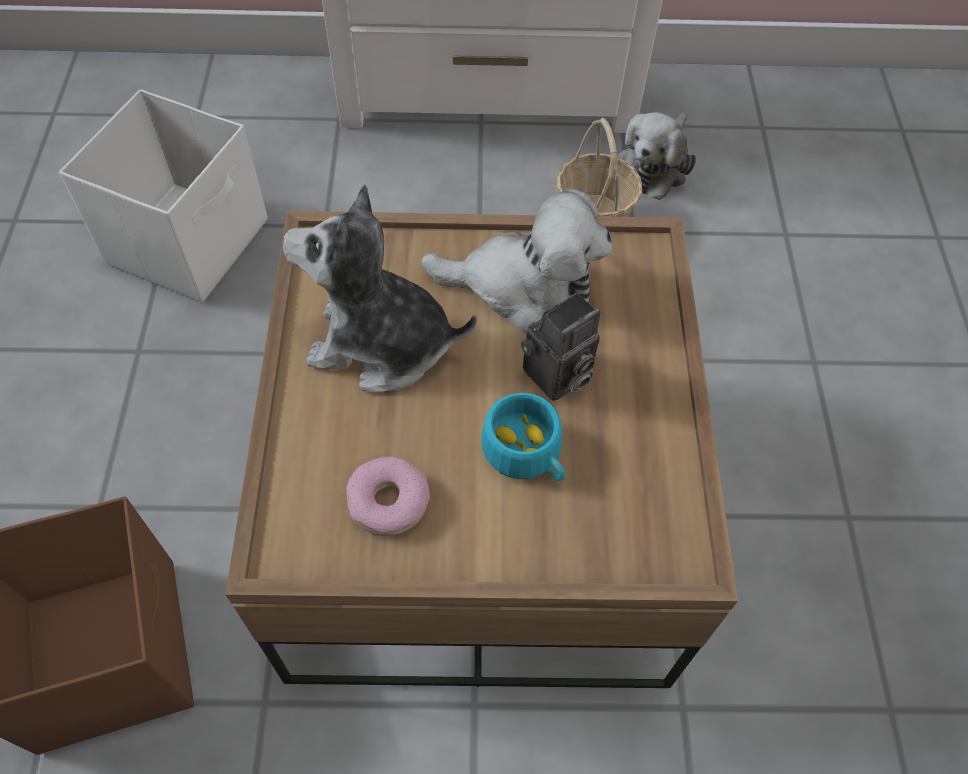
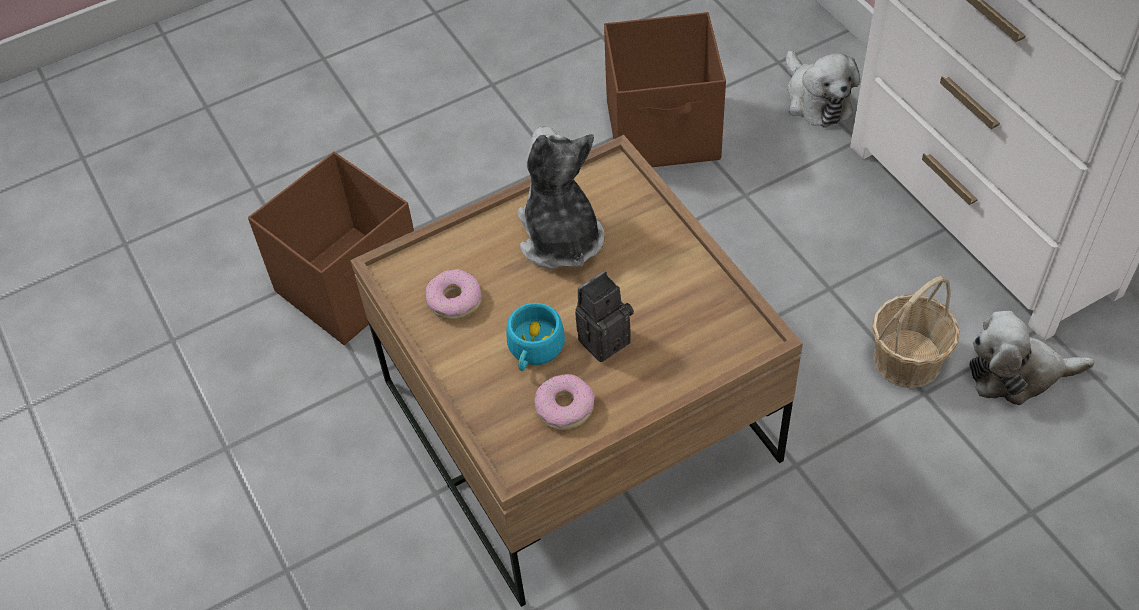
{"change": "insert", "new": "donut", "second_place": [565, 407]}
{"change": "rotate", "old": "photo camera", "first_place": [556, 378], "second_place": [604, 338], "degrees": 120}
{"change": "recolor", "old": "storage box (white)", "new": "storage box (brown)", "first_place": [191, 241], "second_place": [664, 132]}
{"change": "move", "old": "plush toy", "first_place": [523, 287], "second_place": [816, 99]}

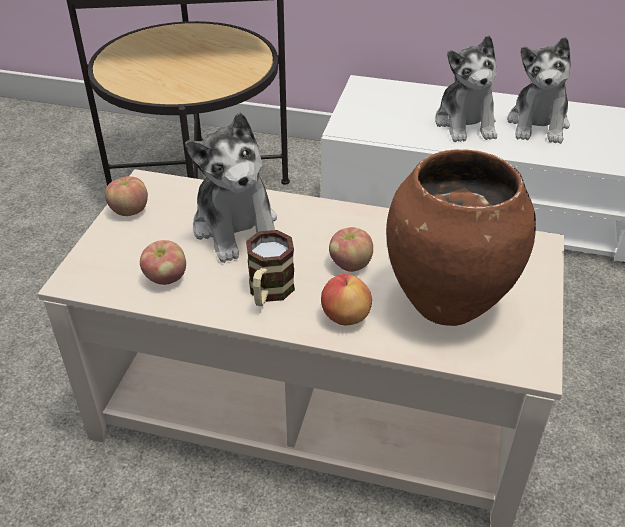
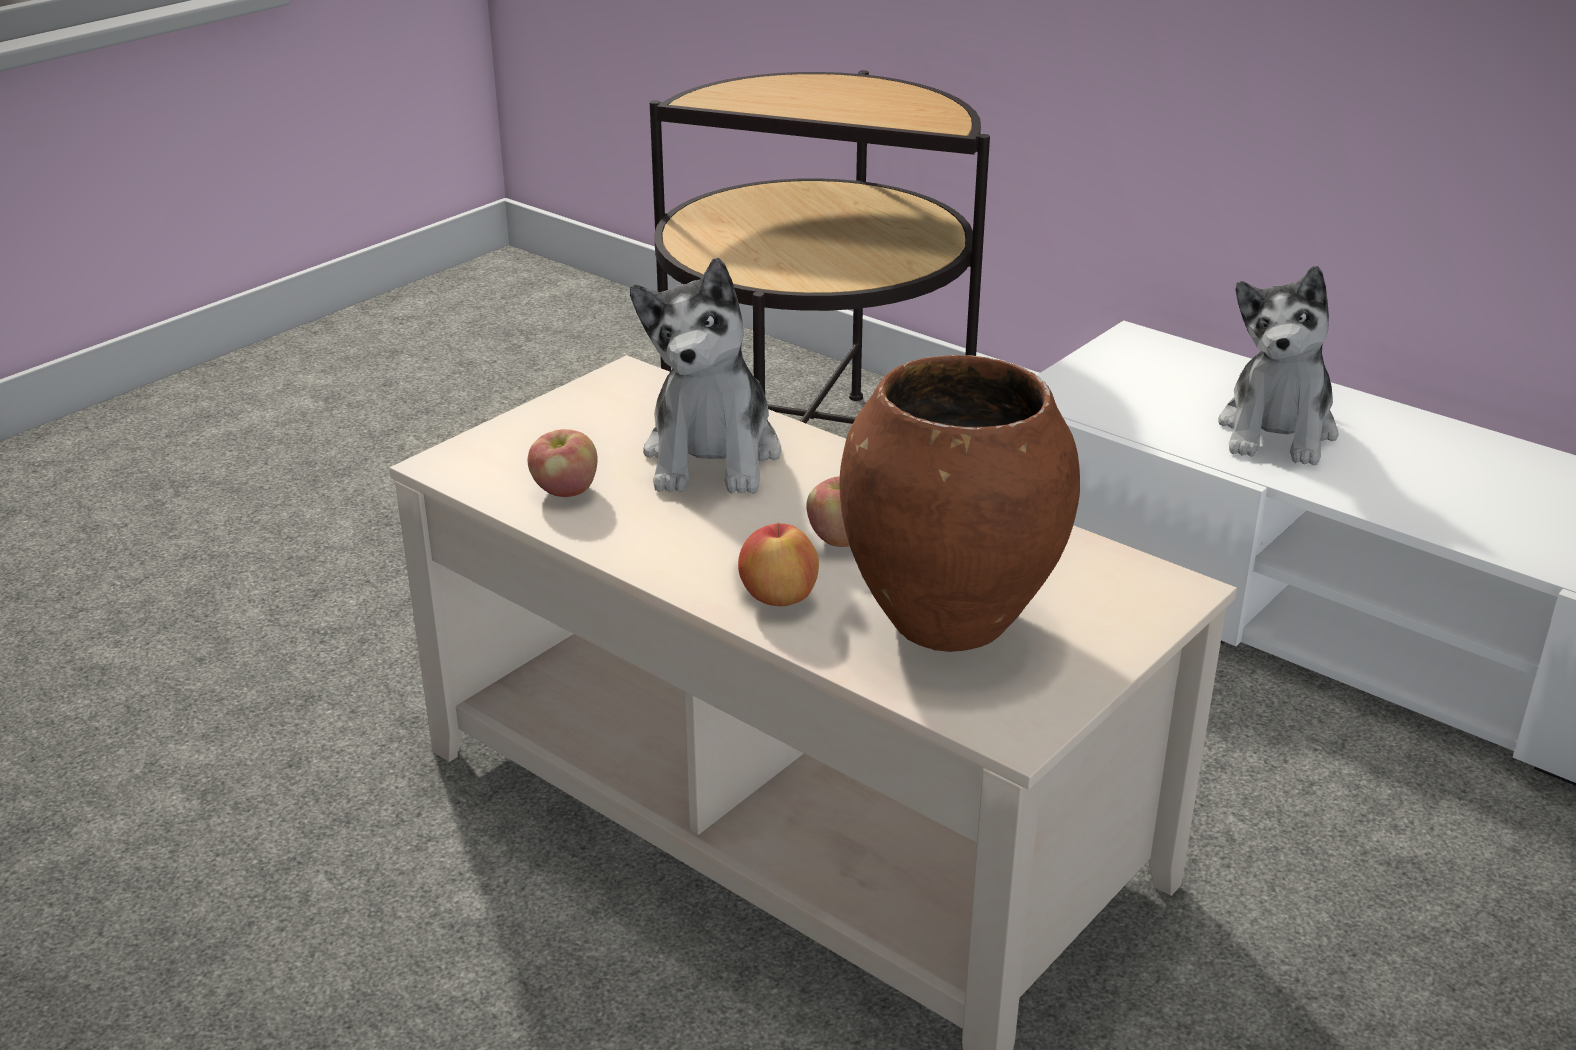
{"change": "delete", "old": "apple", "first_place": [129, 210]}
{"change": "delete", "old": "mug", "first_place": [268, 293]}
{"change": "delete", "old": "plush toy", "first_place": [538, 124]}

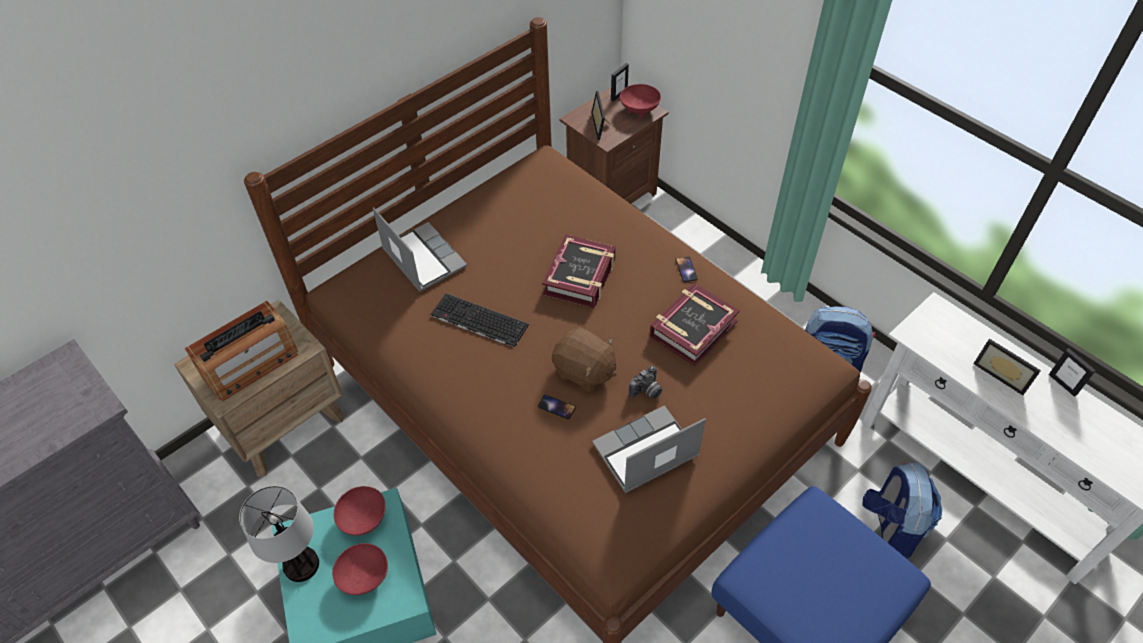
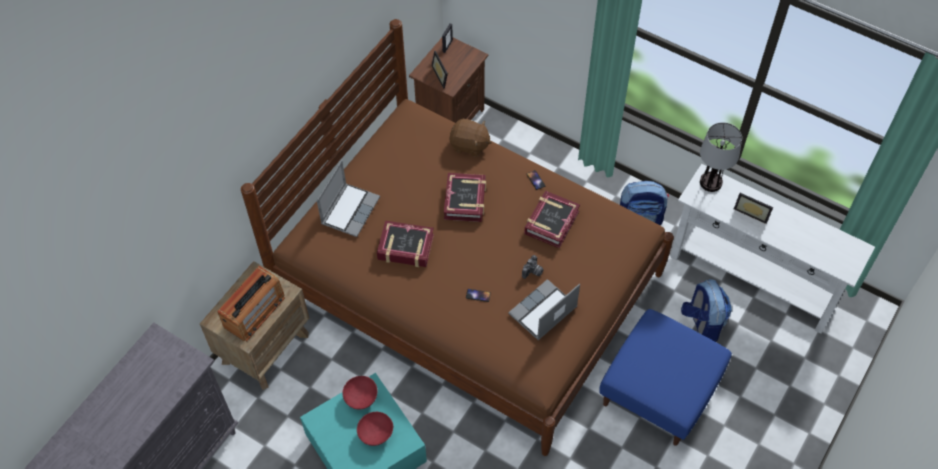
{"change": "rotate", "old": "laptop", "first_place": [422, 258], "second_place": [350, 210], "degrees": 75}
{"change": "replace", "old": "keyboard", "new": "book", "first_place": [477, 321], "second_place": [405, 247]}
{"change": "move", "old": "plush toy (brown)", "first_place": [584, 371], "second_place": [469, 145]}
{"change": "move", "old": "table lamp", "first_place": [301, 566], "second_place": [710, 183]}
{"change": "delete", "old": "bowl (red)", "first_place": [640, 110]}
{"change": "delete", "old": "picture frame", "first_place": [1062, 384]}

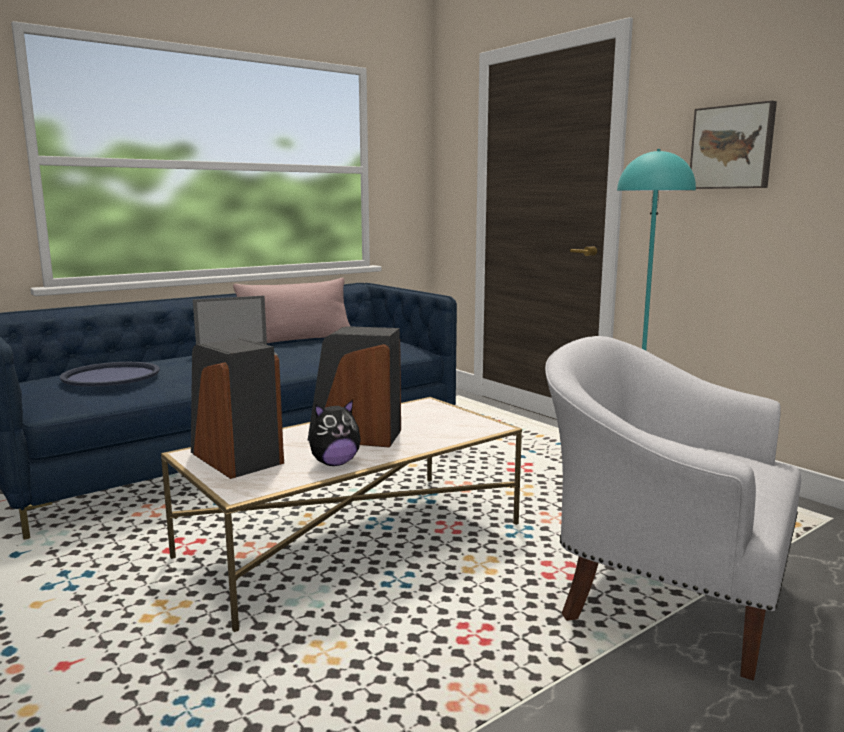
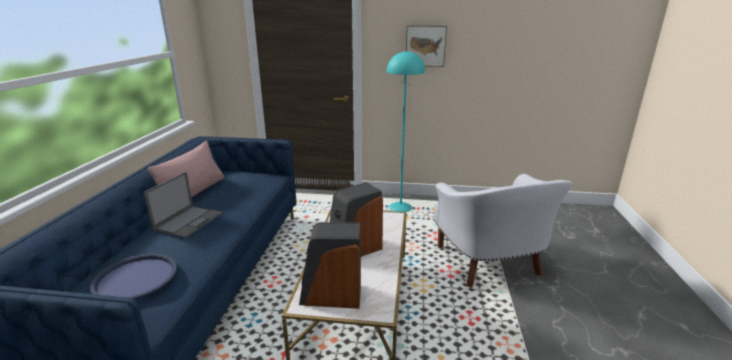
{"change": "rotate", "old": "armchair (white)", "first_place": [661, 595], "second_place": [489, 263], "degrees": -90}
{"change": "delete", "old": "plush toy", "first_place": [334, 463]}

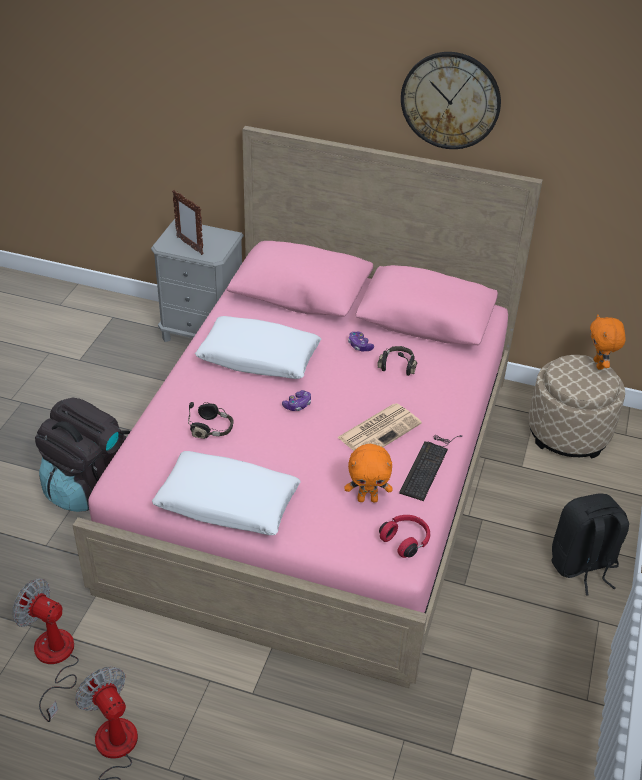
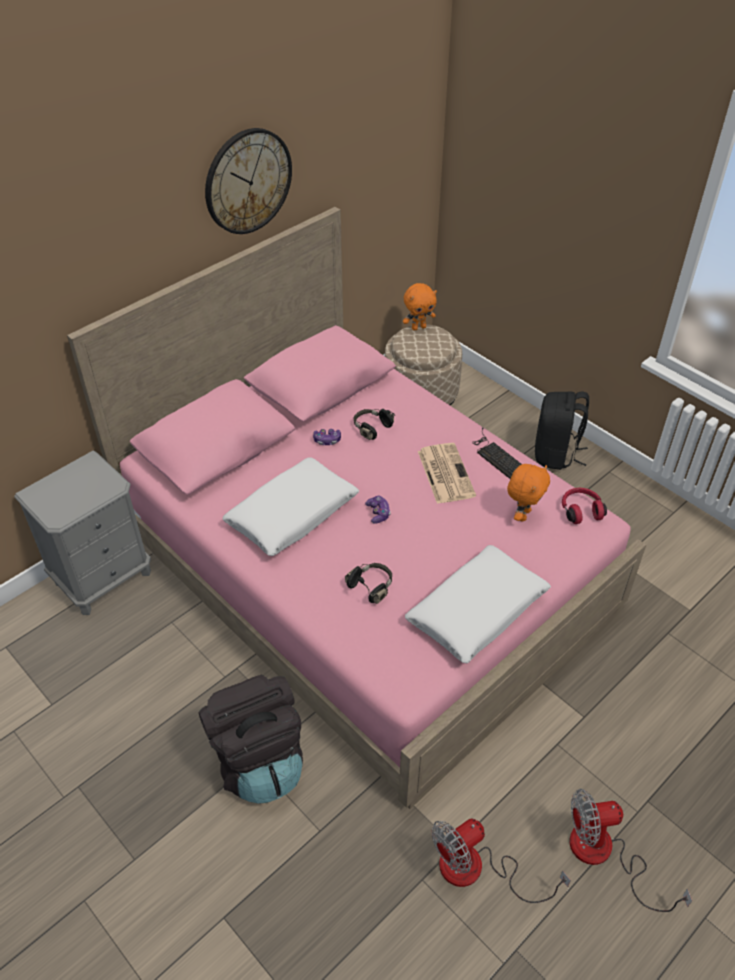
{"change": "rotate", "old": "plush toy (orange)", "first_place": [599, 365], "second_place": [418, 327], "degrees": -45}
{"change": "delete", "old": "picture frame", "first_place": [189, 245]}

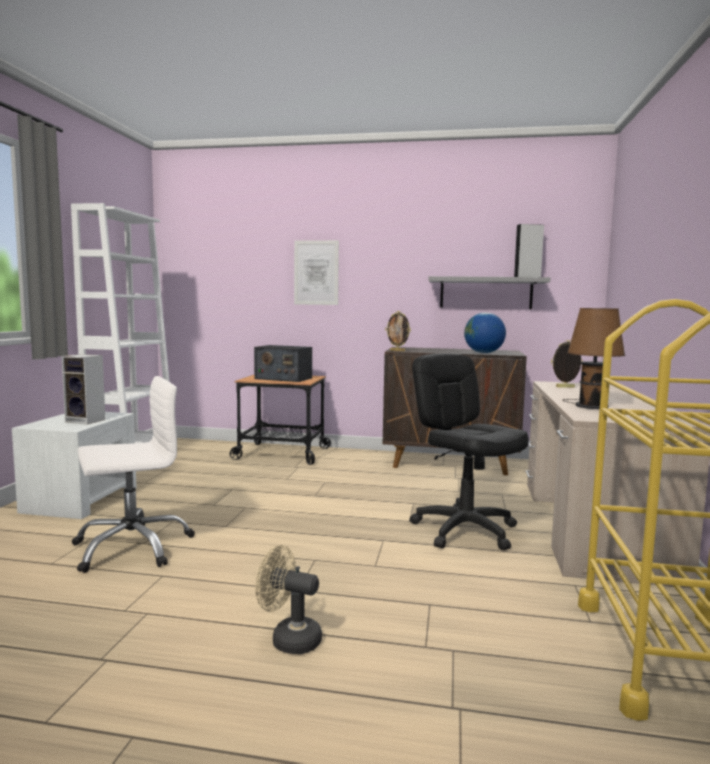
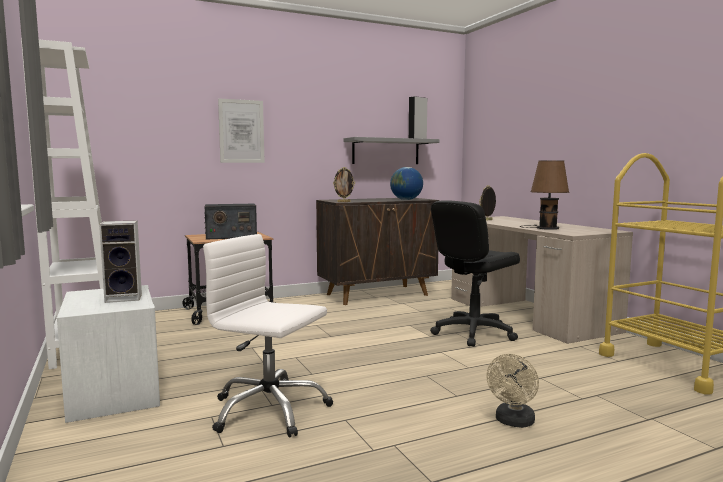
{"change": "rotate", "old": "office chair (white)", "first_place": [132, 547], "second_place": [269, 410], "degrees": -90}
{"change": "rotate", "old": "office chair (black)", "first_place": [465, 530], "second_place": [473, 333], "degrees": -60}
{"change": "rotate", "old": "fan (beige)", "first_place": [289, 639], "second_place": [513, 422], "degrees": -45}

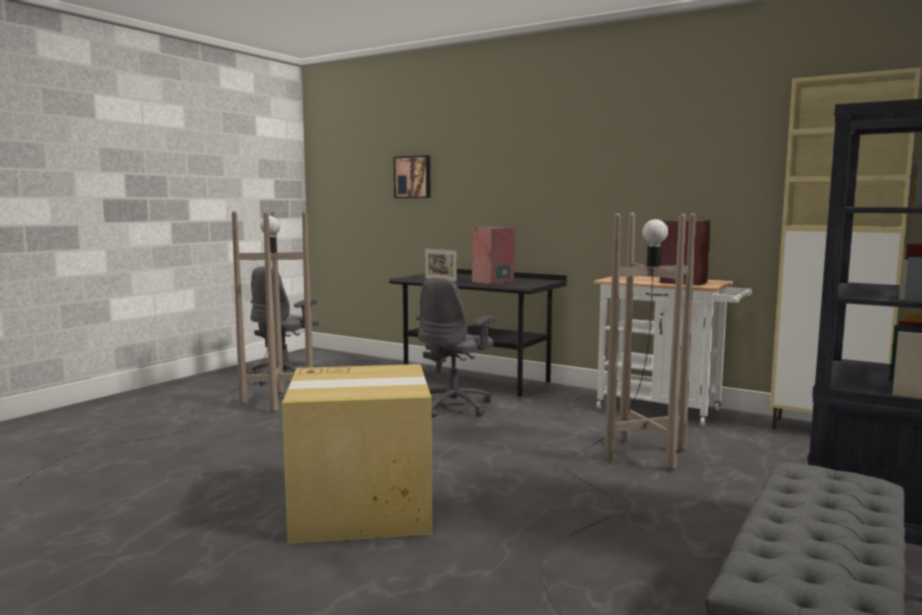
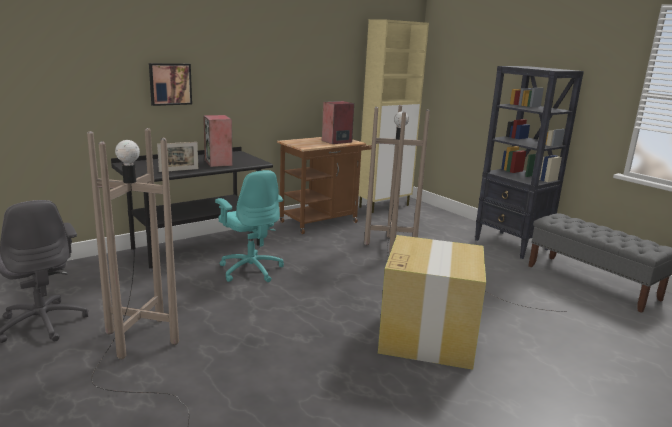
{"change": "move", "old": "picture", "first_place": [413, 177], "second_place": [170, 84]}
{"change": "recolor", "old": "office chair (grey)", "new": "office chair (turquoise)", "first_place": [454, 407], "second_place": [251, 269]}
{"change": "recolor", "old": "cart (white)", "new": "cart (brown)", "first_place": [666, 410], "second_place": [322, 221]}

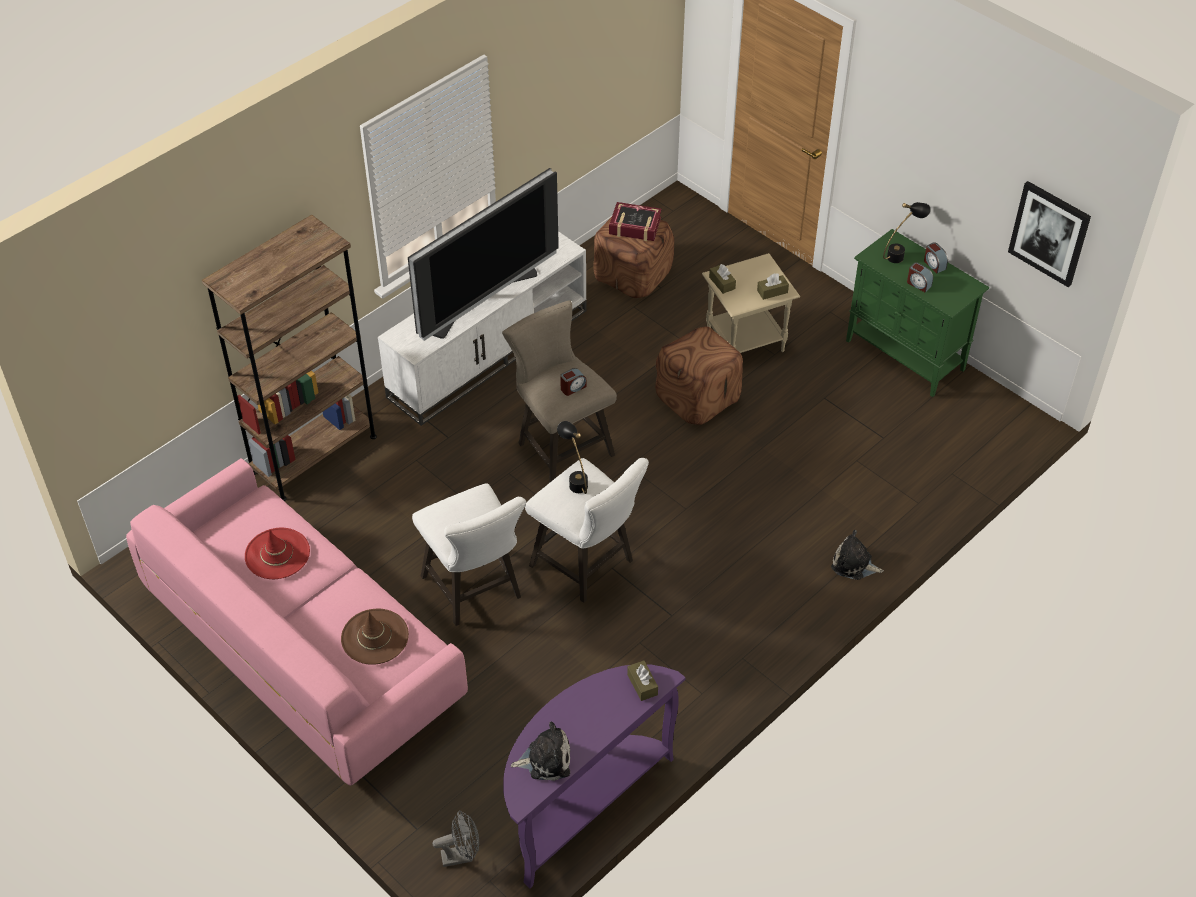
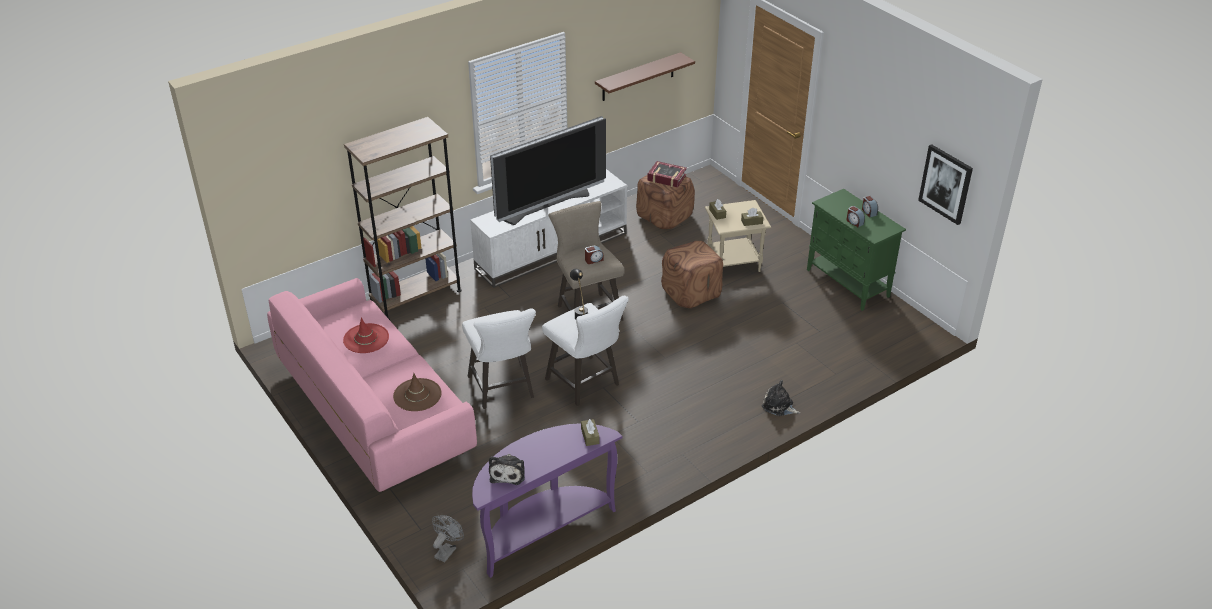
{"change": "rotate", "old": "fan (grey)", "first_place": [461, 855], "second_place": [447, 550], "degrees": -60}
{"change": "rotate", "old": "plush toy", "first_place": [545, 759], "second_place": [508, 472], "degrees": 90}
{"change": "insert", "new": "shelf (brown)", "second_place": [638, 77]}
{"change": "delete", "old": "table lamp (black)", "first_place": [901, 254]}

